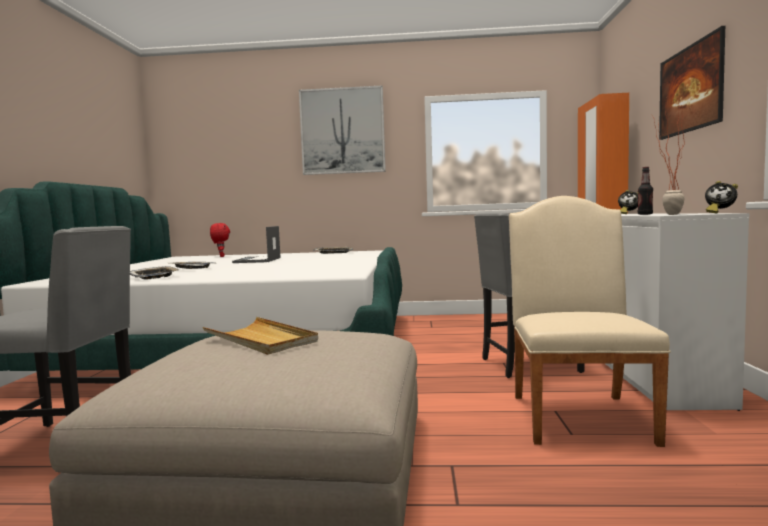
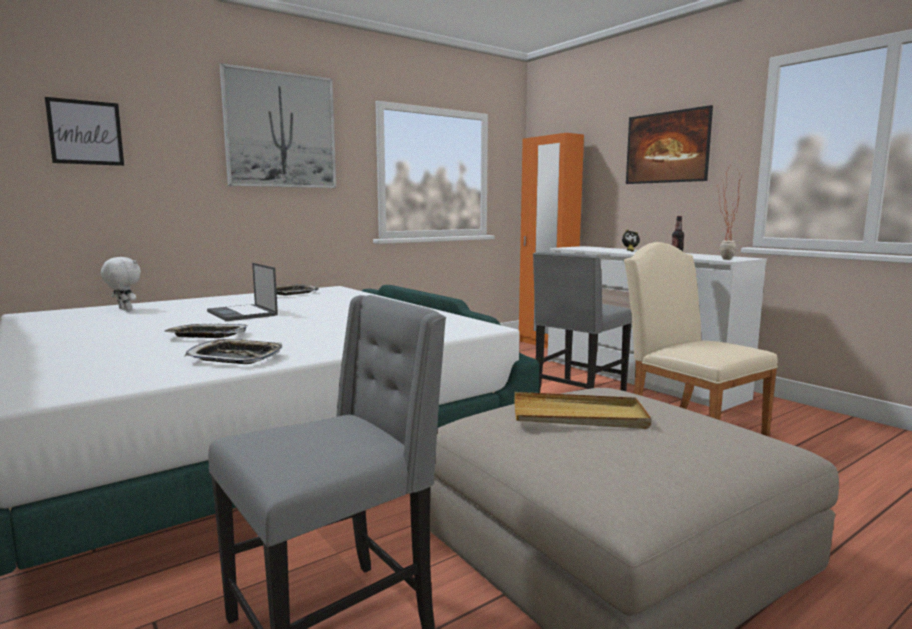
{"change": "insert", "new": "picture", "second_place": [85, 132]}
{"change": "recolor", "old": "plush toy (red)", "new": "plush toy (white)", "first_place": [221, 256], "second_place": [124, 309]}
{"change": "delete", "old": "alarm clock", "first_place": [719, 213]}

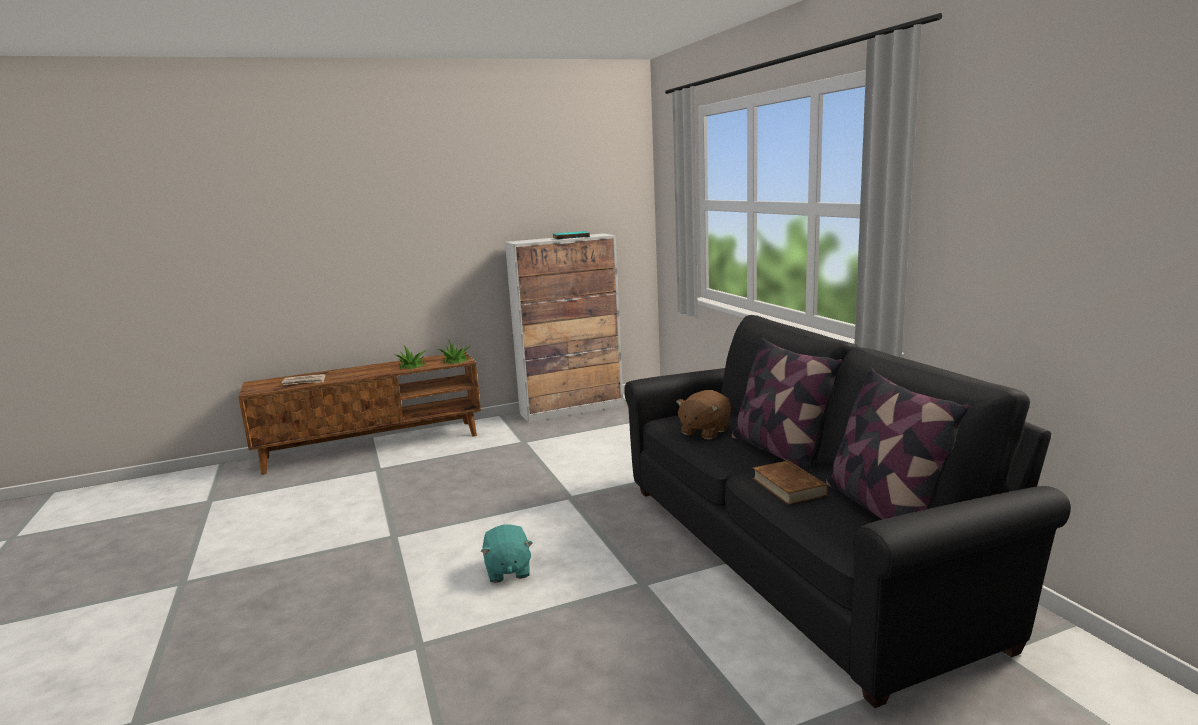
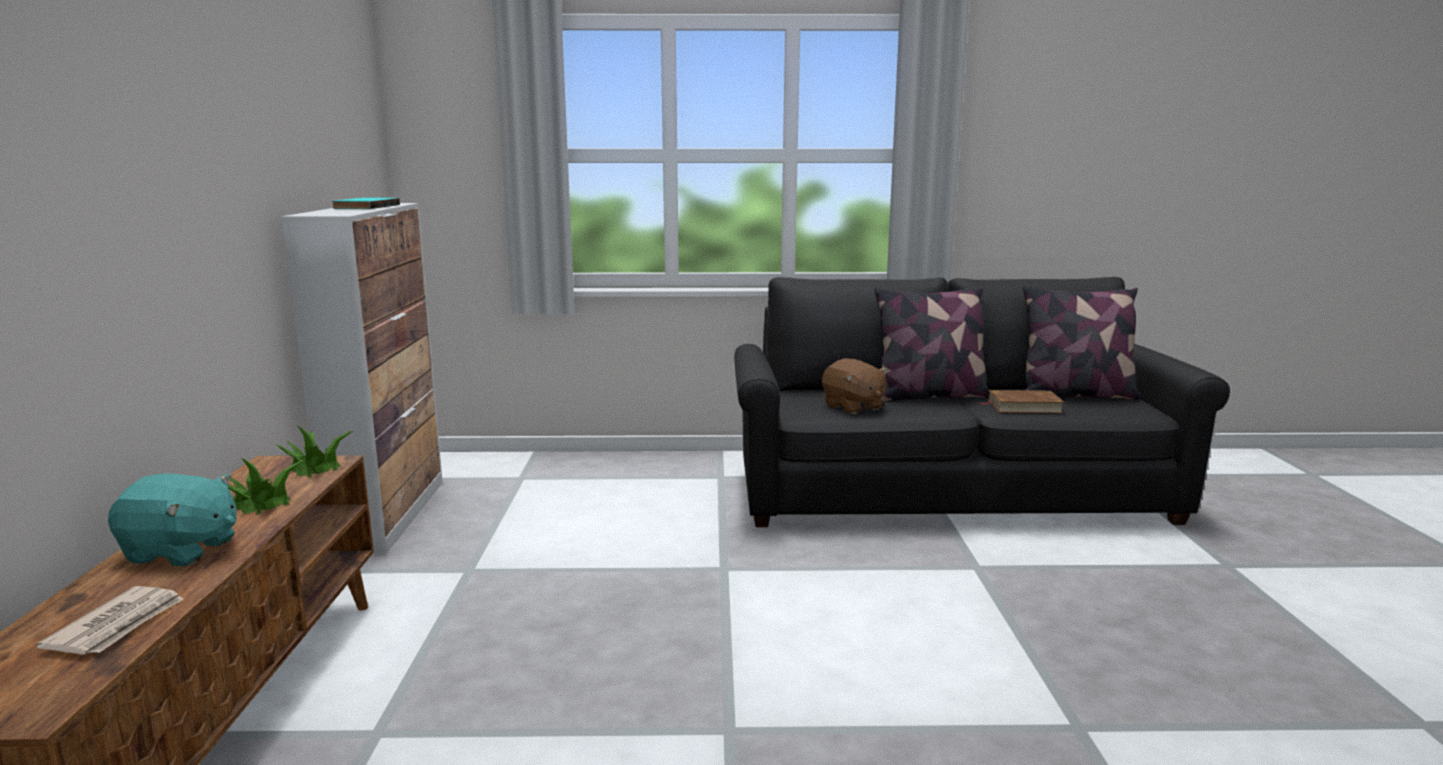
{"change": "move", "old": "plush toy (turquoise)", "first_place": [507, 571], "second_place": [181, 551]}

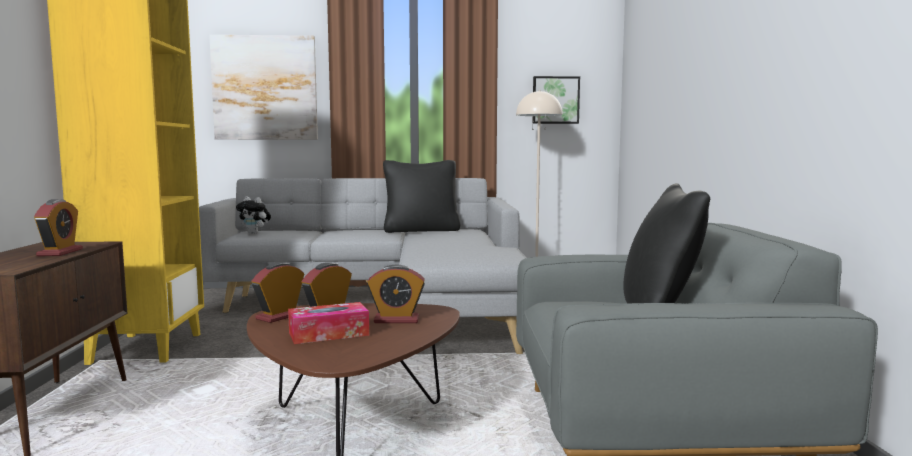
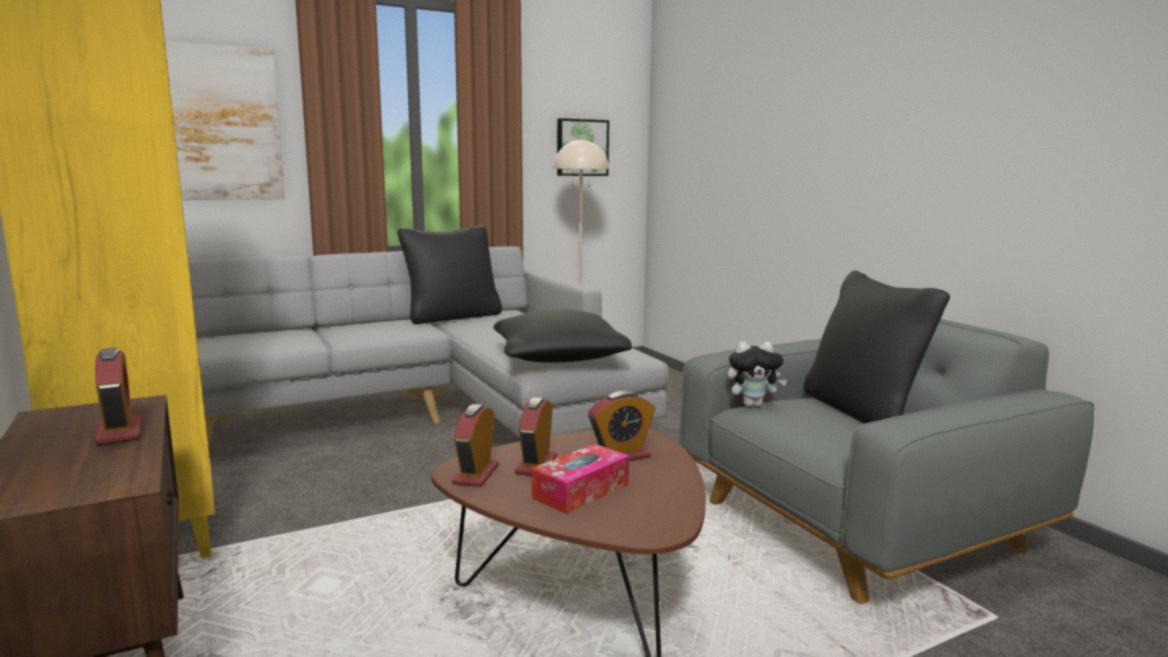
{"change": "insert", "new": "pillow (black)", "second_place": [558, 357]}
{"change": "move", "old": "plush toy", "first_place": [255, 233], "second_place": [753, 405]}

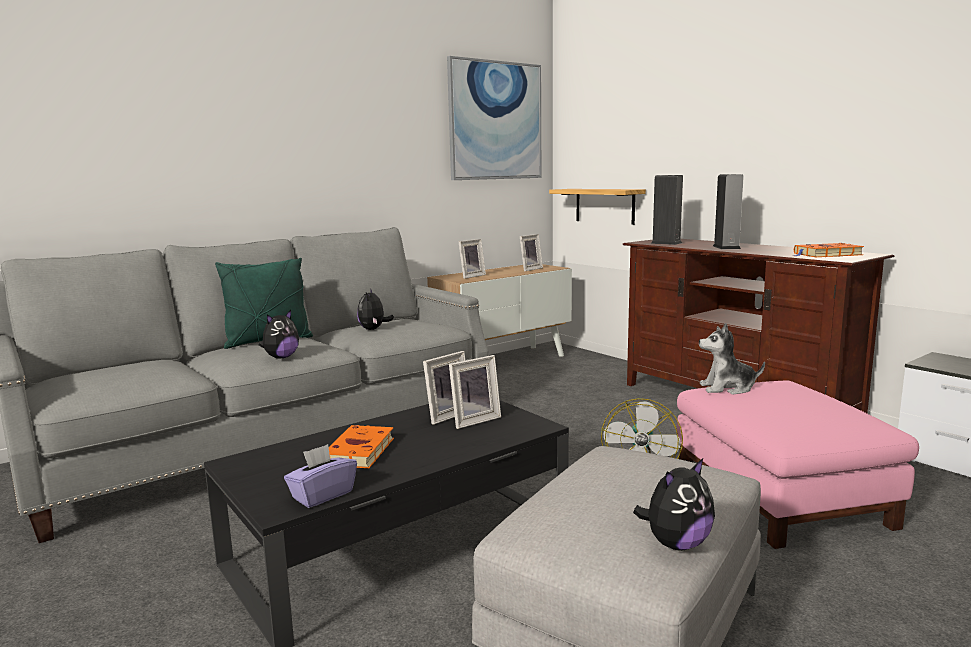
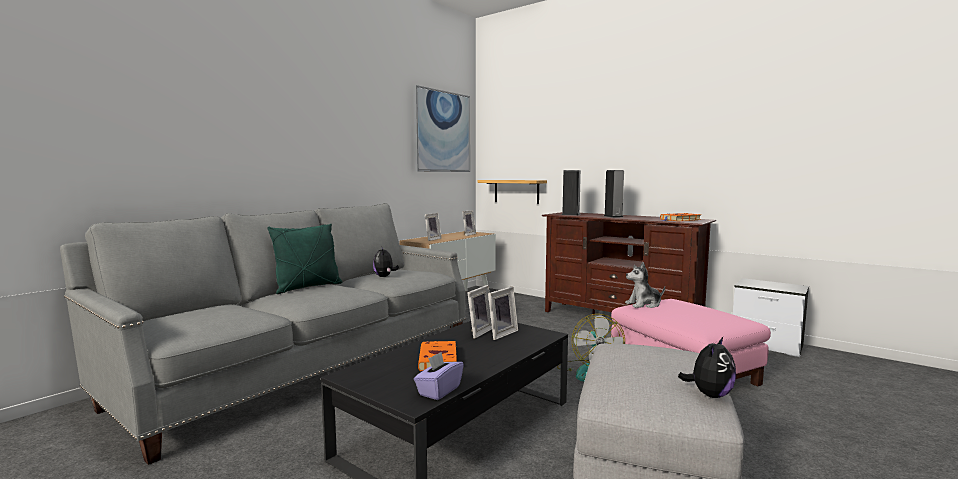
{"change": "delete", "old": "plush toy", "first_place": [281, 357]}

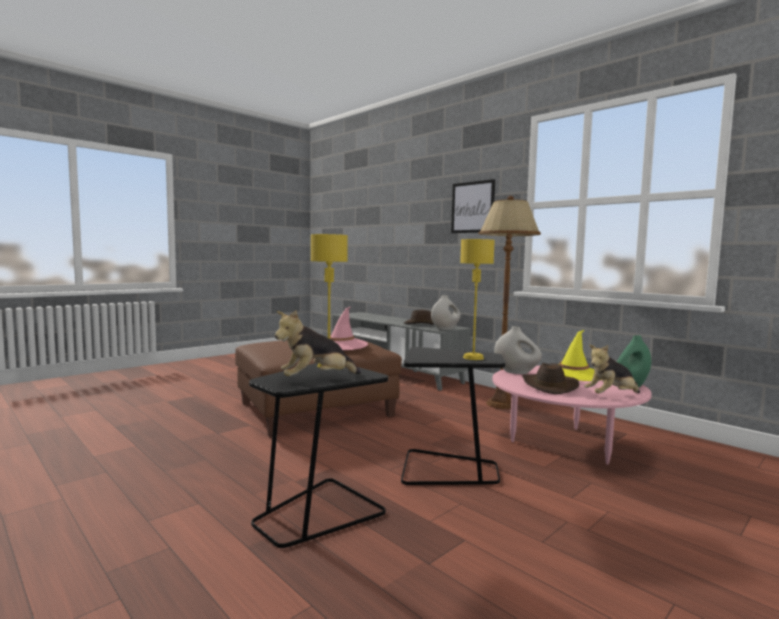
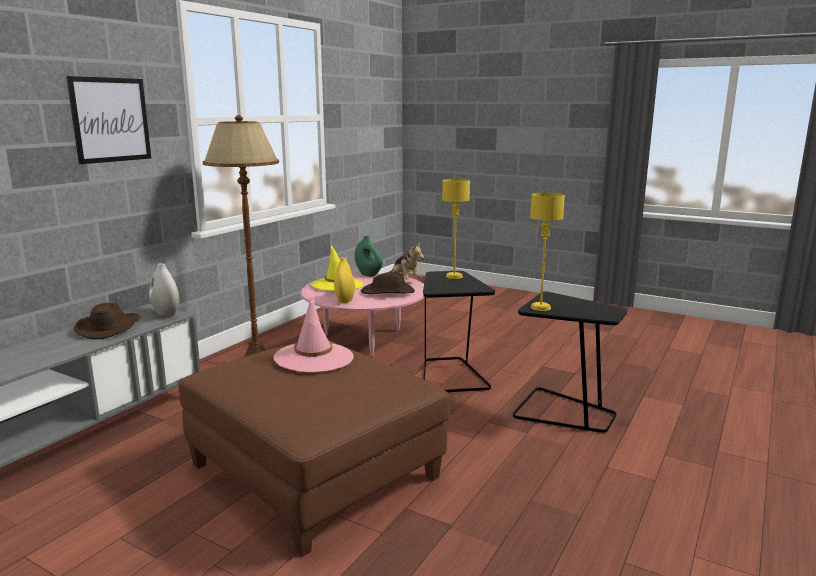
{"change": "recolor", "old": "vase (white)", "new": "vase (yellow)", "first_place": [516, 372], "second_place": [345, 300]}
{"change": "delete", "old": "plush toy", "first_place": [316, 380]}

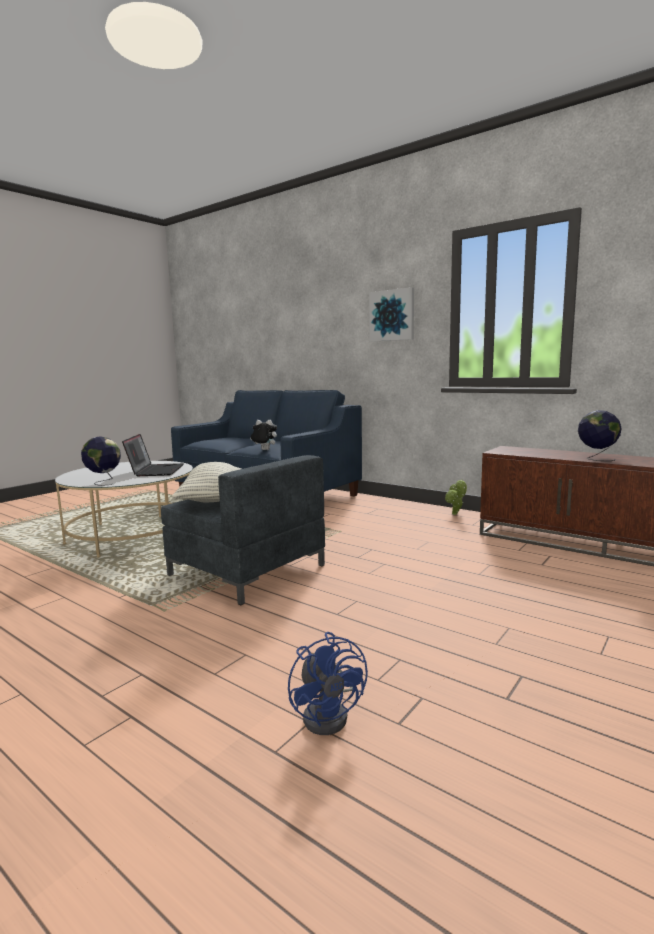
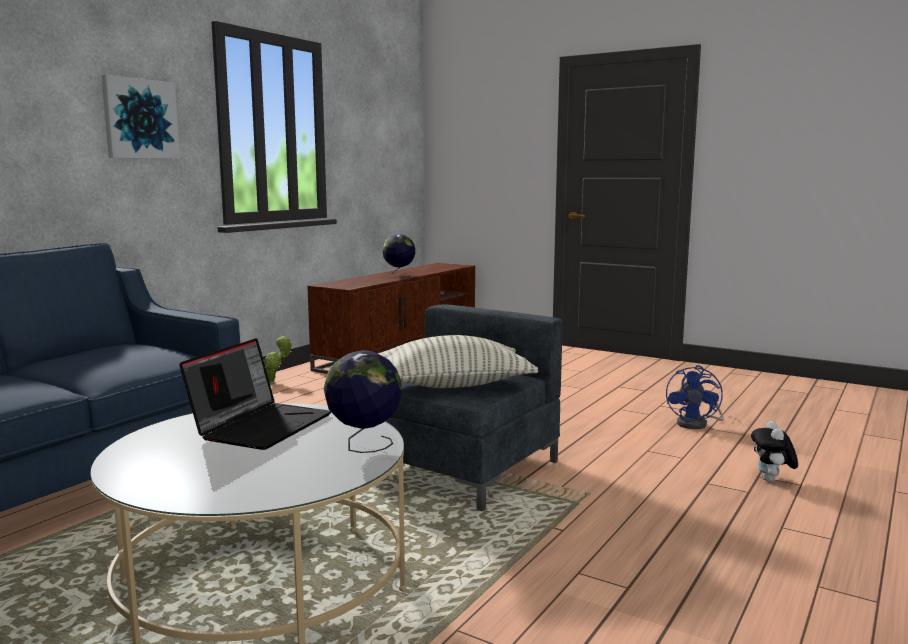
{"change": "rotate", "old": "laptop", "first_place": [155, 471], "second_place": [261, 425], "degrees": 120}
{"change": "rotate", "old": "fan (blue)", "first_place": [330, 714], "second_place": [697, 424], "degrees": 135}
{"change": "move", "old": "plush toy", "first_place": [264, 450], "second_place": [771, 480]}

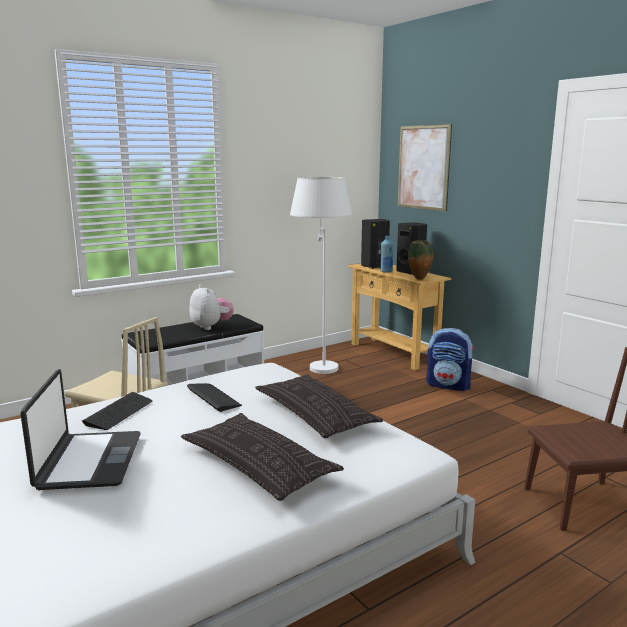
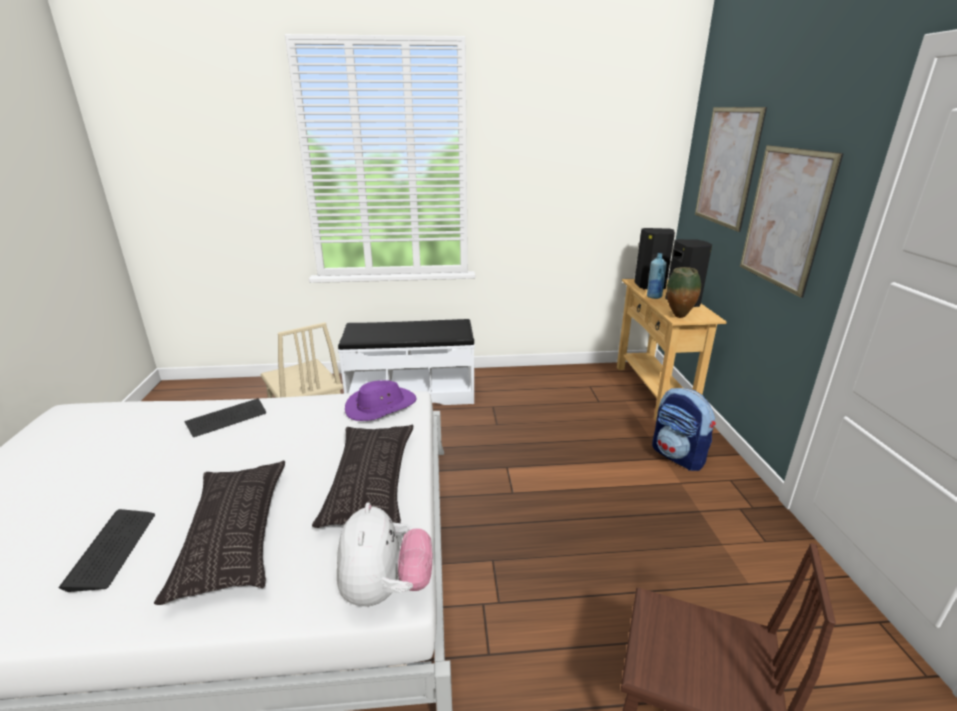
{"change": "move", "old": "keyboard", "first_place": [213, 397], "second_place": [112, 549]}
{"change": "move", "old": "plush toy", "first_place": [211, 327], "second_place": [386, 590]}
{"change": "insert", "new": "hat (purple)", "second_place": [381, 406]}
{"change": "insert", "new": "picture", "second_place": [785, 218]}
{"change": "delete", "old": "laptop", "first_place": [88, 461]}
{"change": "delete", "old": "floor lamp (white)", "first_place": [320, 363]}

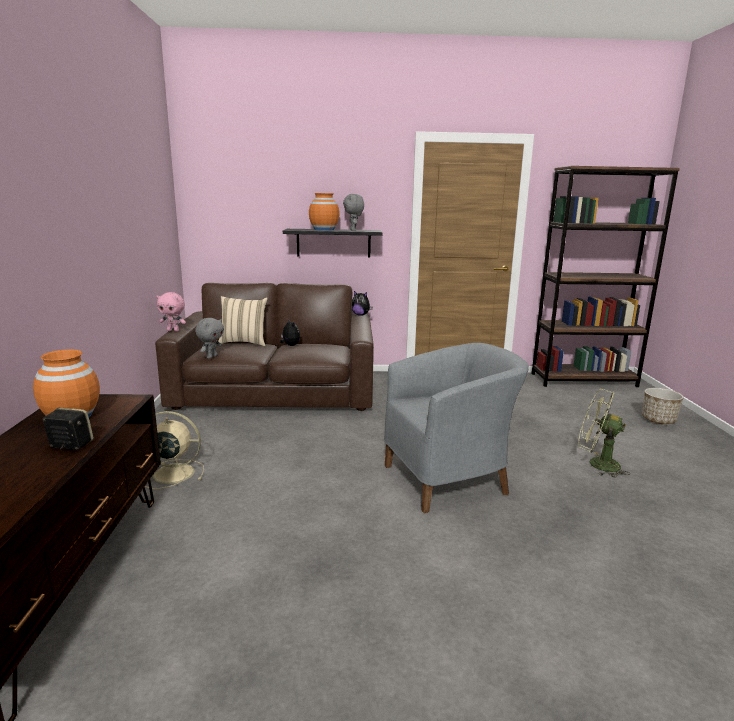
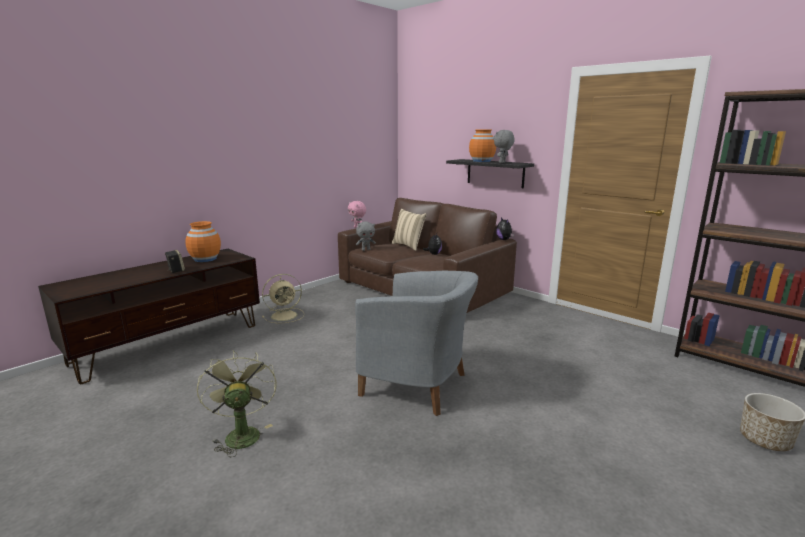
{"change": "move", "old": "fan (green)", "first_place": [597, 464], "second_place": [241, 433]}
{"change": "rotate", "old": "fan (beige)", "first_place": [172, 473], "second_place": [285, 315], "degrees": 105}

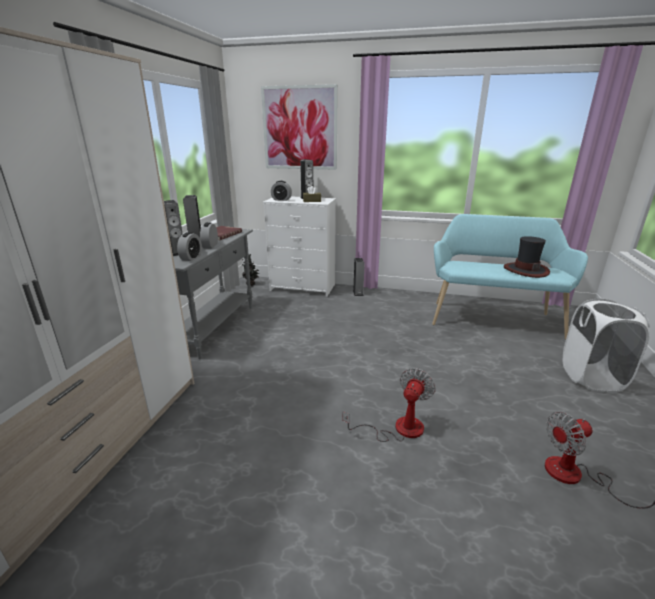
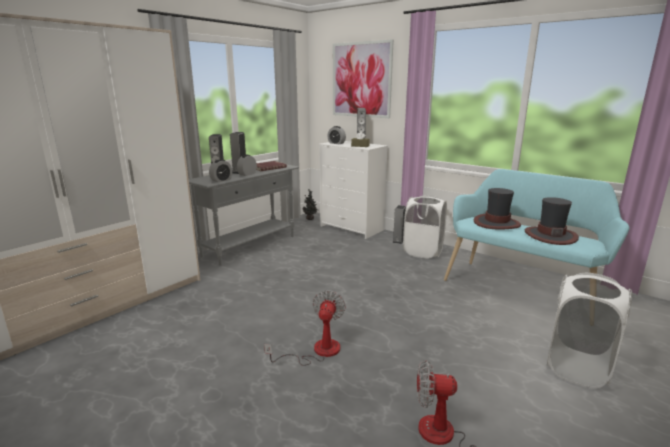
{"change": "rotate", "old": "fan", "first_place": [398, 428], "second_place": [317, 351], "degrees": -45}
{"change": "insert", "new": "laundry basket (white)", "second_place": [423, 252]}
{"change": "insert", "new": "hat", "second_place": [496, 223]}

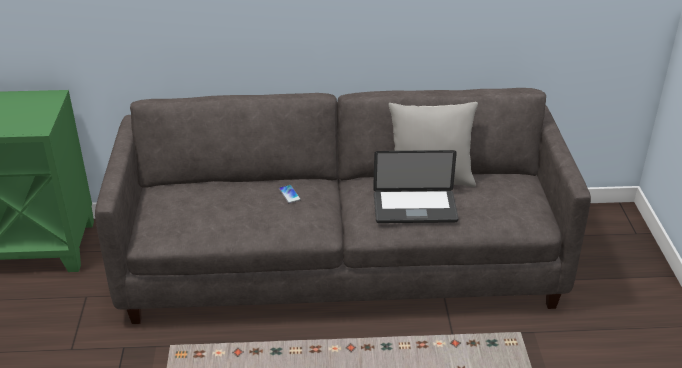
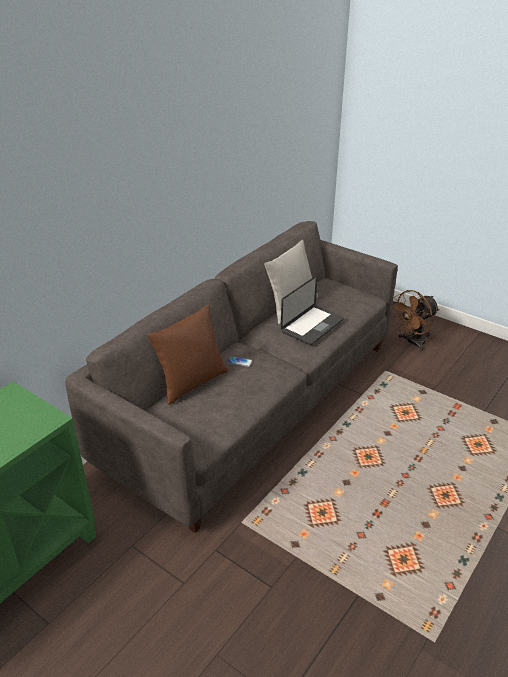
{"change": "insert", "new": "pillow (brown)", "second_place": [192, 383]}
{"change": "insert", "new": "fan (brown)", "second_place": [411, 342]}

